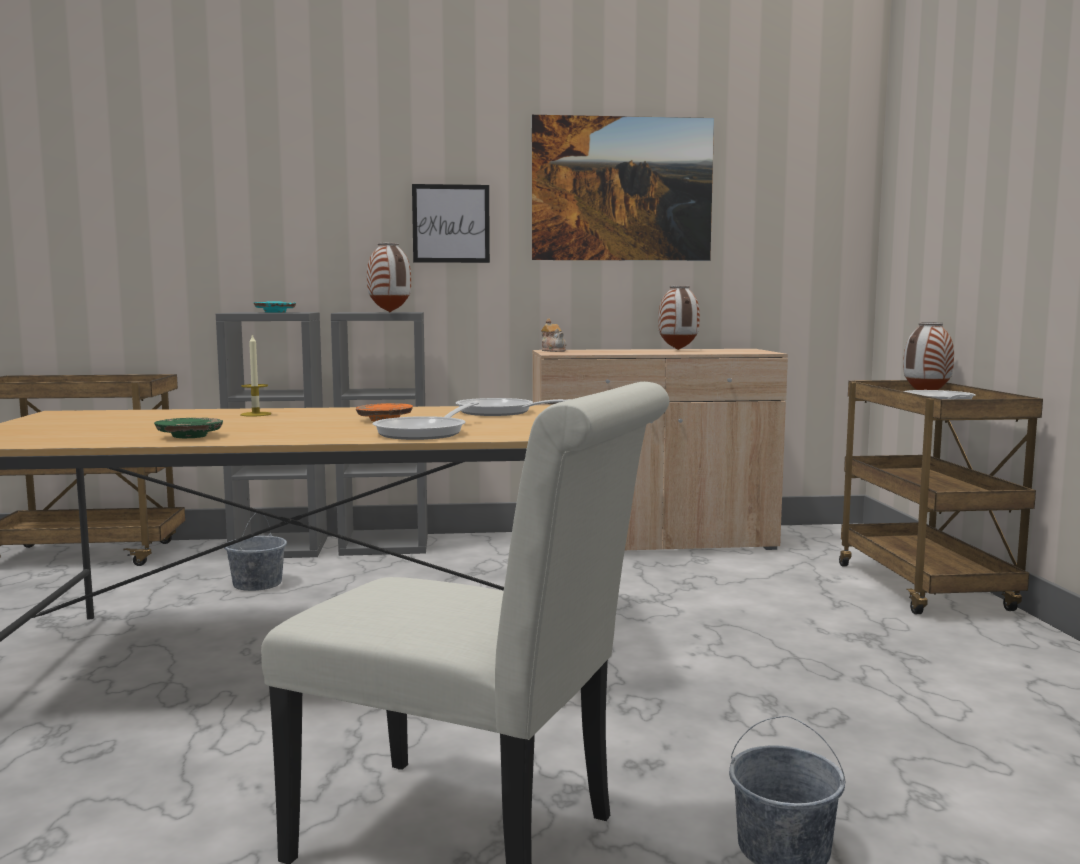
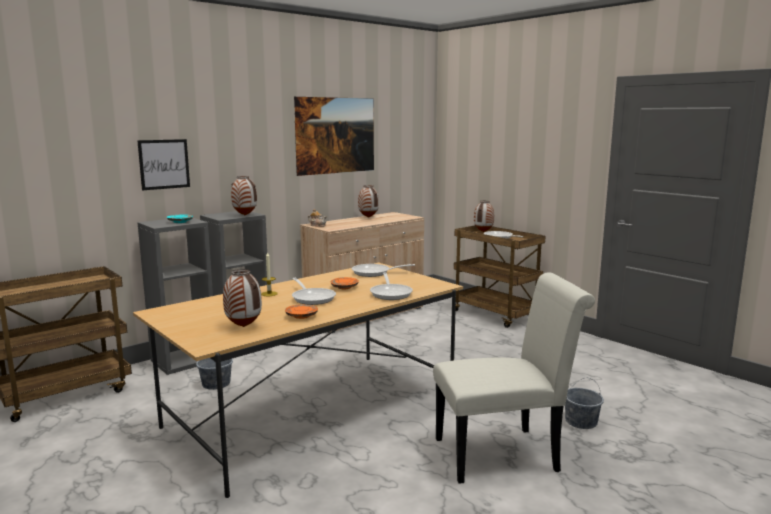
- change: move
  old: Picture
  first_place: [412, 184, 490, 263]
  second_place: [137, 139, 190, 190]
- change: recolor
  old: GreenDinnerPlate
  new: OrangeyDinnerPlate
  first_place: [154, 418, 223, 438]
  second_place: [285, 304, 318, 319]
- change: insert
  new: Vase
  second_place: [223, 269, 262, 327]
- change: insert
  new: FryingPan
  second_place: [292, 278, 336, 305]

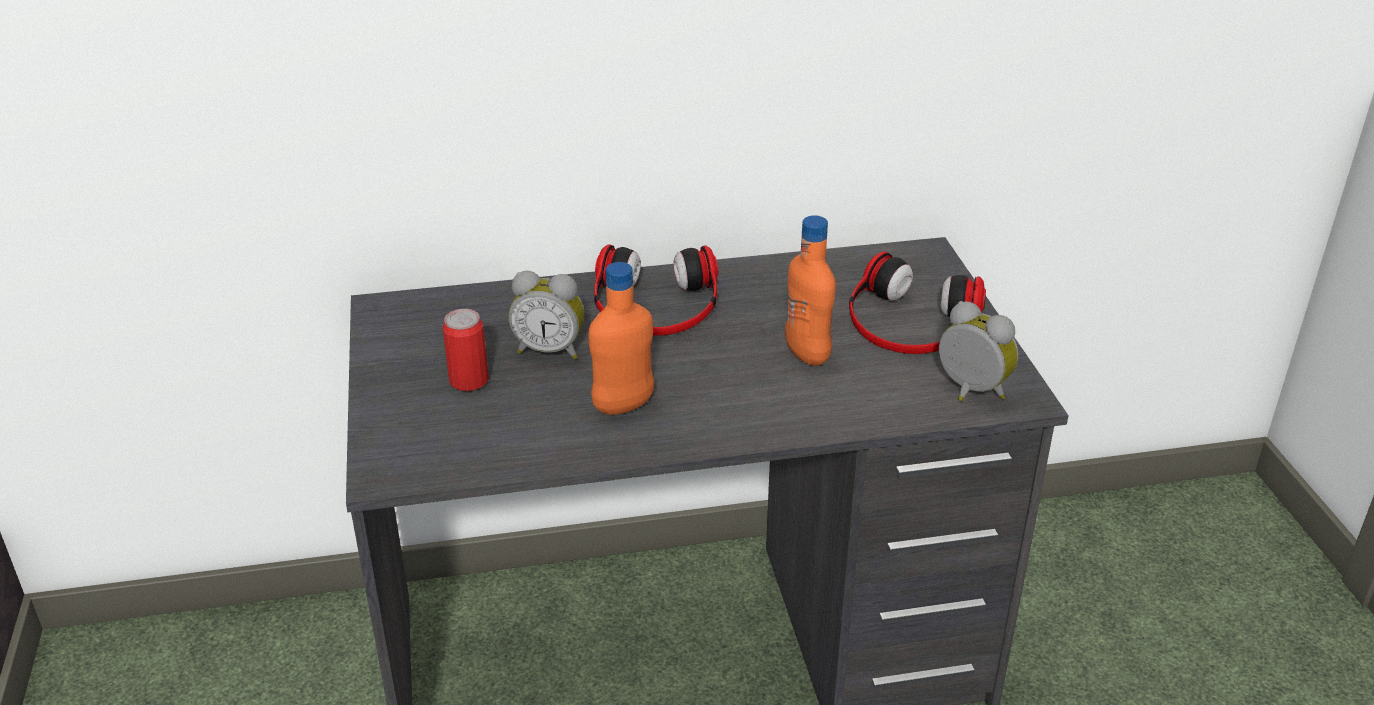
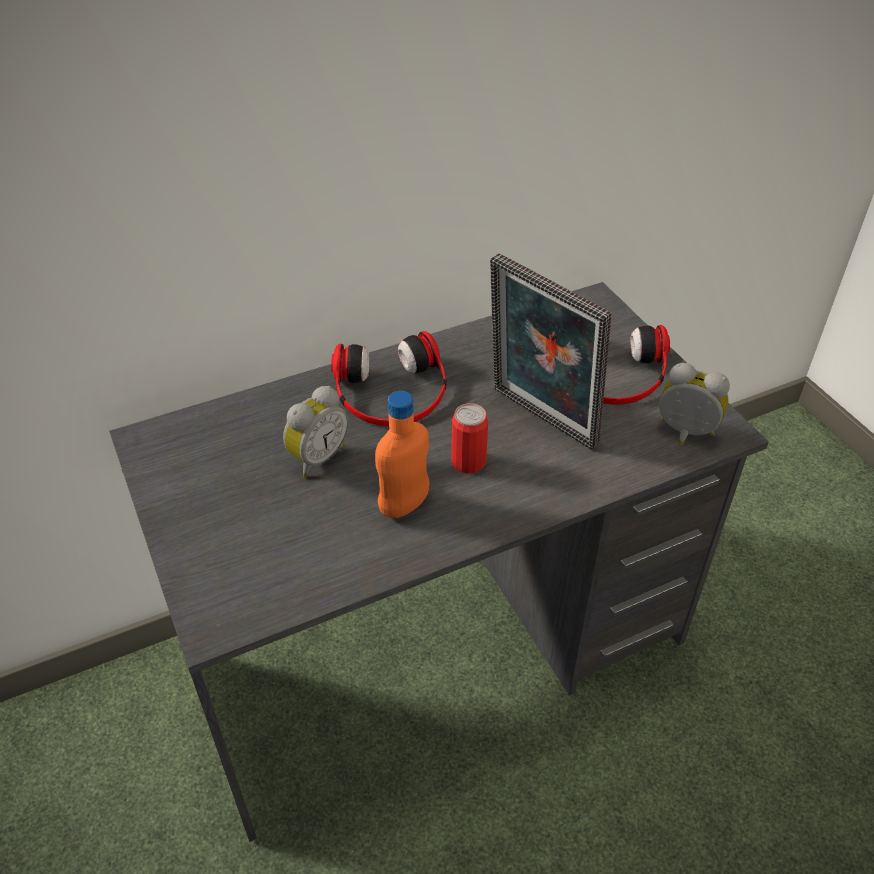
- change: replace
  old: OrangeyDrinkBottle
  new: StandingFrame
  first_place: [785, 215, 836, 366]
  second_place: [490, 253, 611, 450]
- change: rotate
  old: TableClock
  first_place: [508, 271, 584, 359]
  second_place: [283, 386, 348, 477]
  degrees: -45
- change: move
  old: Can
  first_place: [443, 309, 489, 391]
  second_place: [451, 403, 488, 474]

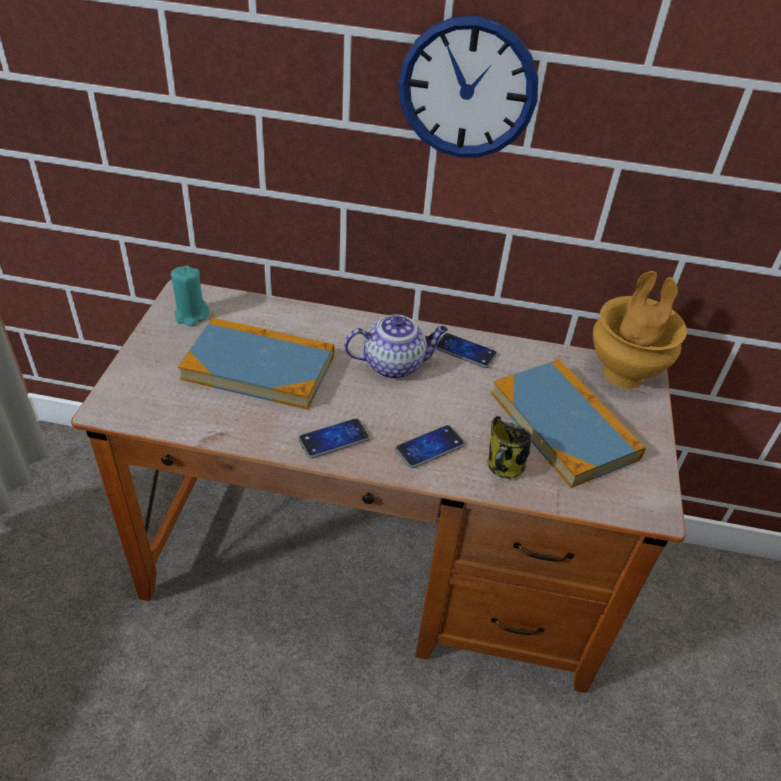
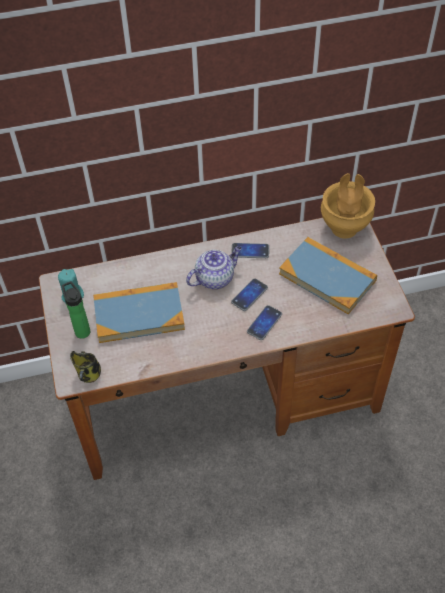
- change: delete
  old: HangingClock
  first_place: [398, 16, 538, 157]
- change: move
  old: CoffeeMug
  first_place: [488, 416, 532, 479]
  second_place: [70, 351, 101, 383]
- change: move
  old: Phone
  first_place: [298, 418, 370, 459]
  second_place: [231, 278, 268, 311]
- change: insert
  new: DrinkBottle
  second_place: [62, 281, 90, 339]

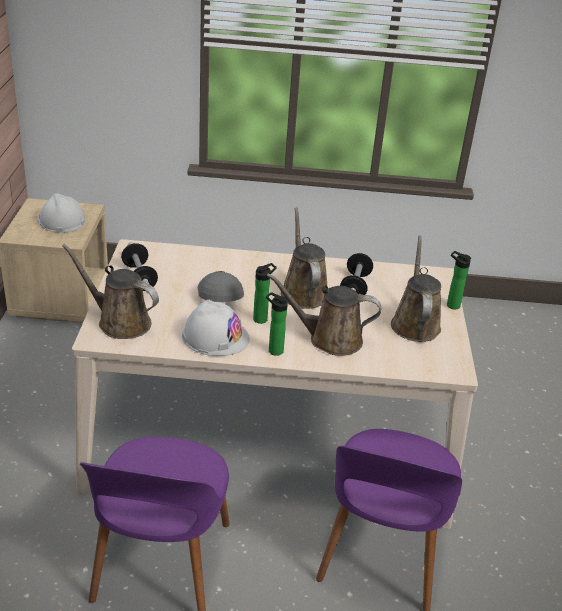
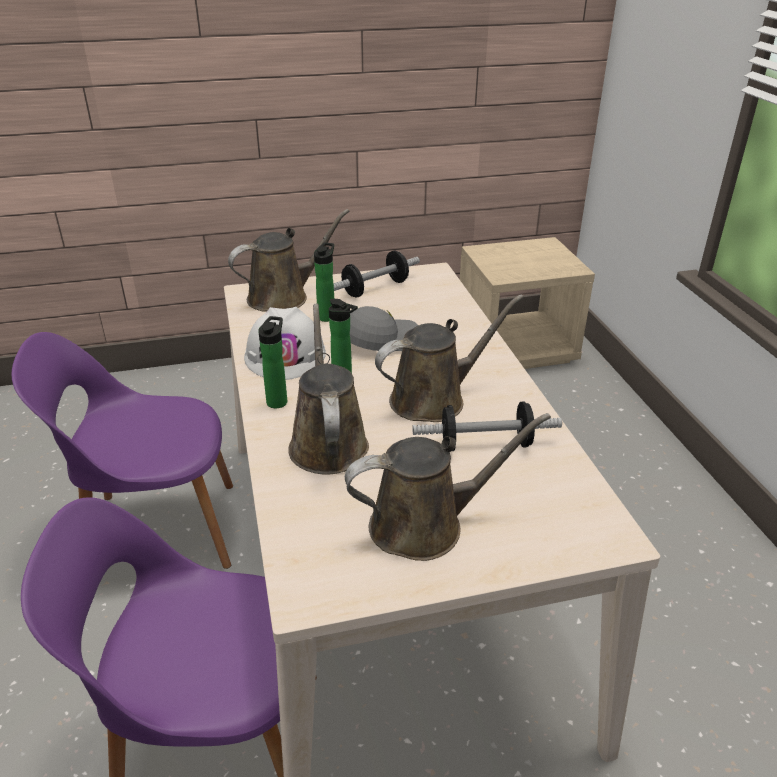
- change: delete
  old: WhiteSafetyHelmet
  first_place: [37, 193, 86, 233]
- change: rotate
  old: BrownColouredSprinklingCan
  first_place: [62, 244, 159, 339]
  second_place: [228, 209, 349, 312]
  degrees: 45
- change: move
  old: DrinkBottle
  first_place: [447, 251, 471, 309]
  second_place: [314, 242, 334, 322]

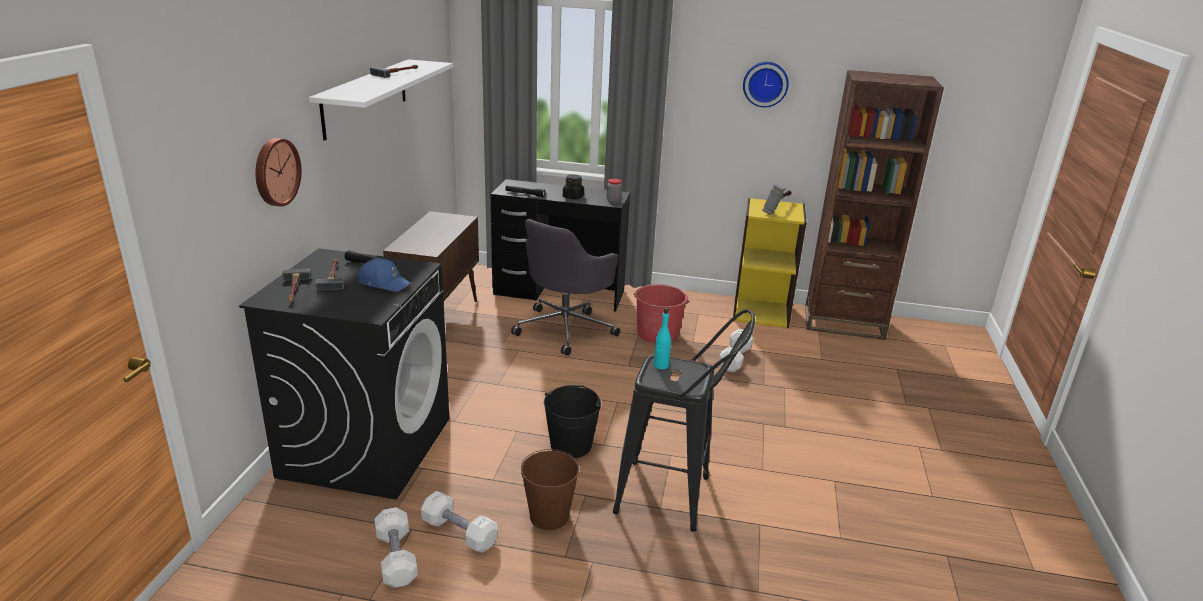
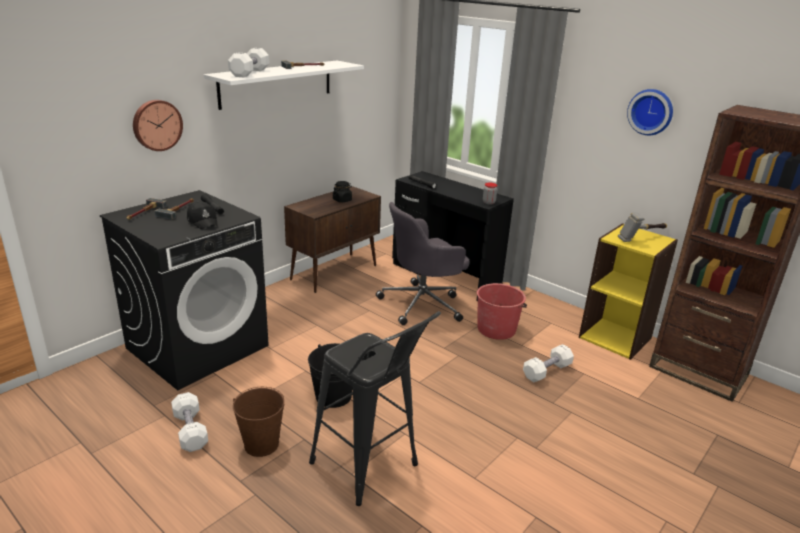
- change: move
  old: BlackColouredStorageJar
  first_place: [563, 175, 584, 200]
  second_place: [333, 181, 352, 203]
- change: recolor
  old: BluishPeakedCap
  new: BlackColouredPeakedCap
  first_place: [358, 258, 411, 292]
  second_place: [187, 201, 218, 229]
- change: delete
  old: BlueGreenDrinkBottle
  first_place: [654, 308, 671, 369]
- change: move
  old: WhiteFreeWeight
  first_place: [374, 507, 418, 588]
  second_place: [228, 48, 269, 77]

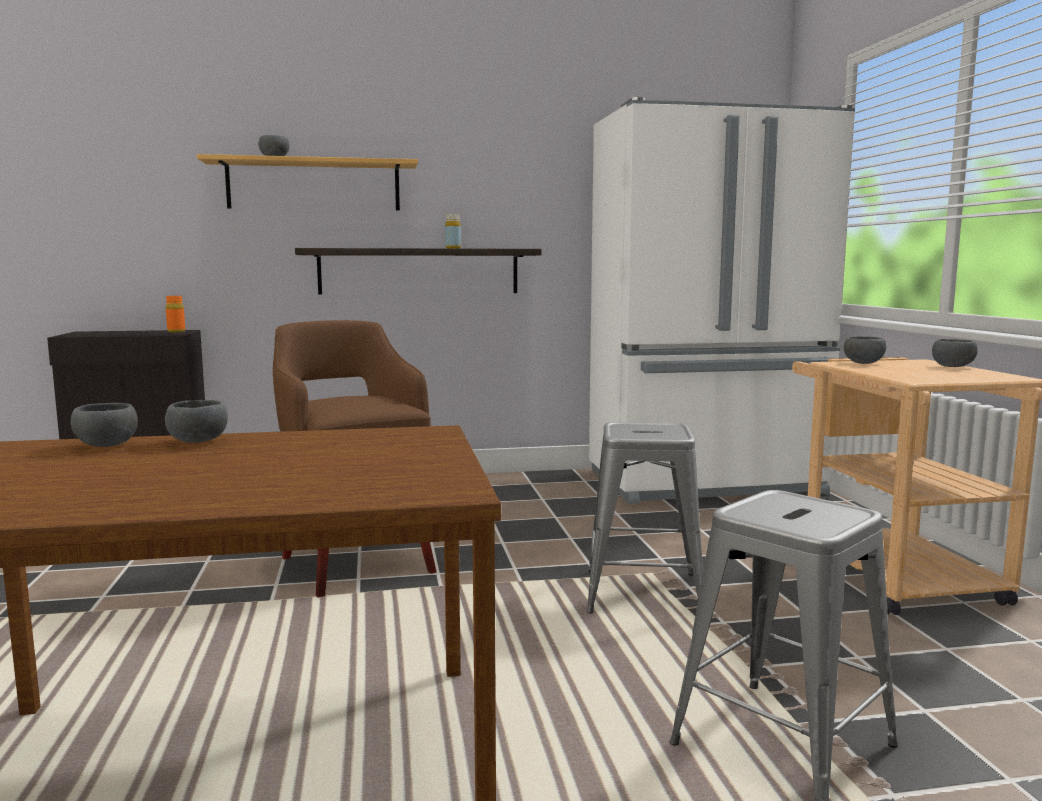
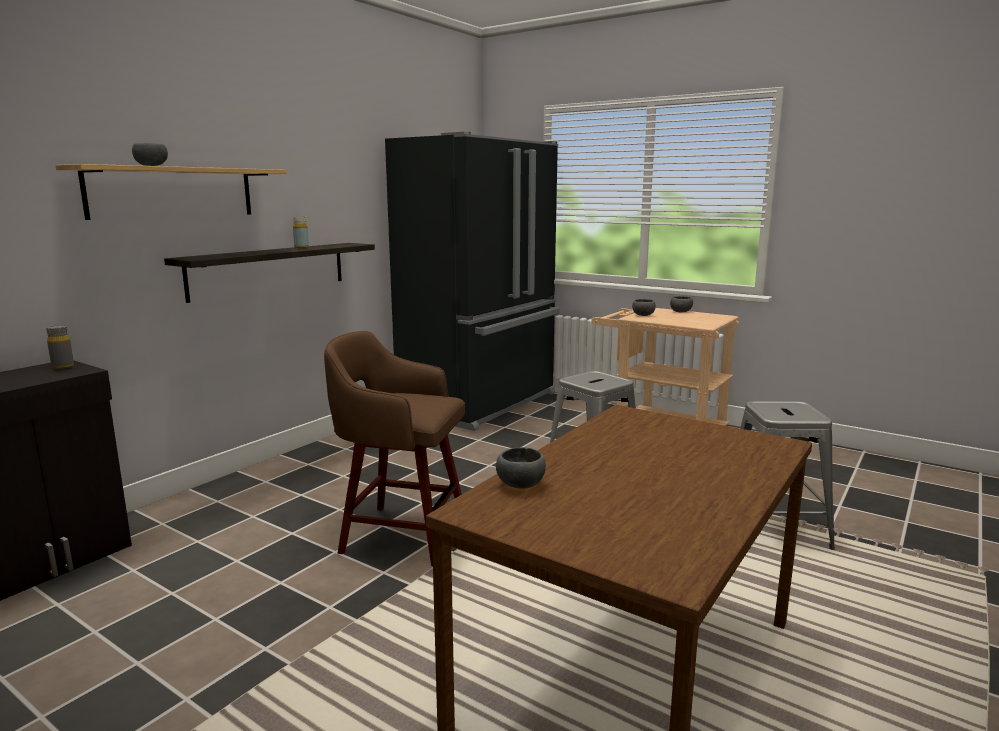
- change: recolor
  old: WhiteKitchenFridge
  new: BlackColouredKitchenFridge
  first_place: [589, 97, 855, 504]
  second_place: [385, 132, 560, 431]
- change: recolor
  old: OrangeyDrinkBottle
  new: GreyDrinkBottle
  first_place: [166, 296, 185, 333]
  second_place: [46, 325, 74, 369]
- change: delete
  old: GreyDeepDish
  first_place: [165, 400, 228, 443]

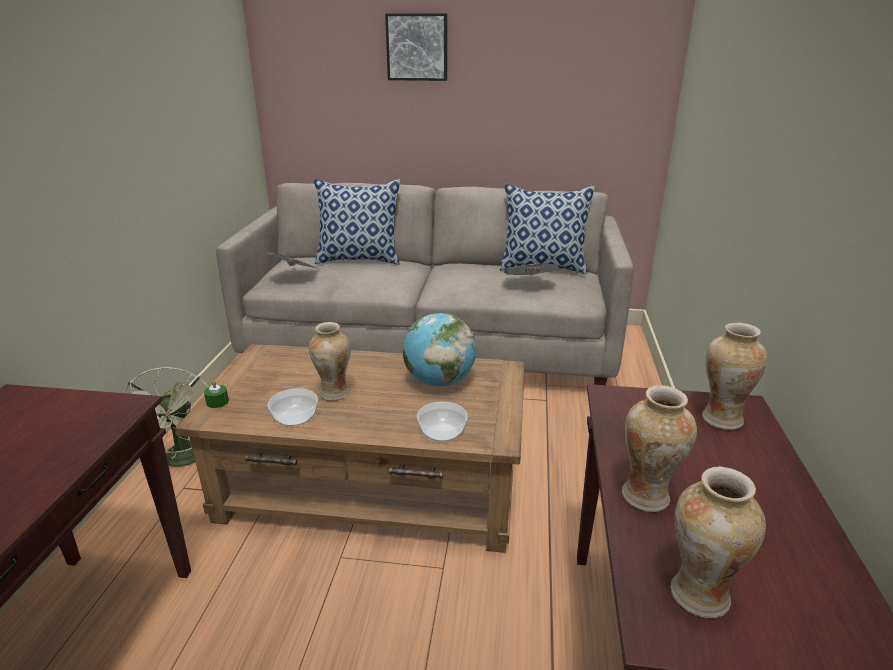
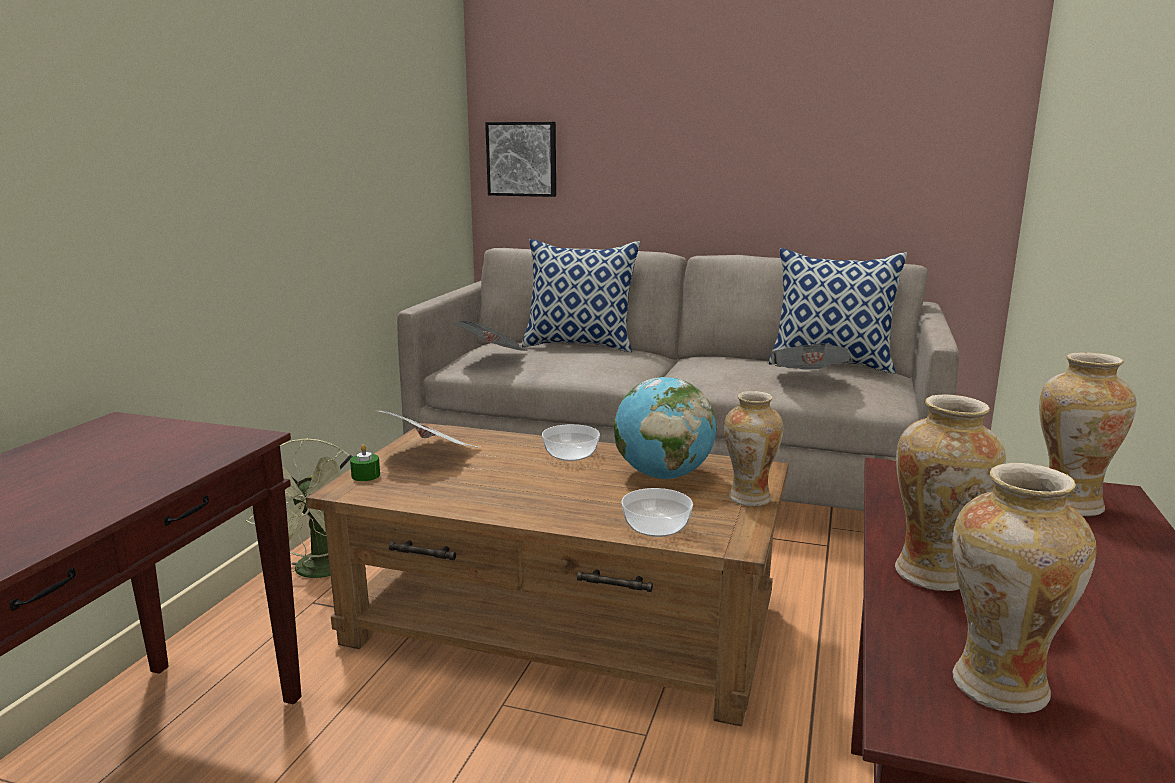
- change: move
  old: Picture
  first_place: [385, 13, 447, 81]
  second_place: [485, 122, 556, 197]
- change: move
  old: Vase
  first_place: [309, 322, 351, 401]
  second_place: [724, 391, 784, 506]
- change: move
  old: DeepDish
  first_place: [268, 388, 318, 426]
  second_place: [542, 424, 600, 461]
- change: insert
  new: DailyPaper
  second_place: [379, 411, 478, 447]

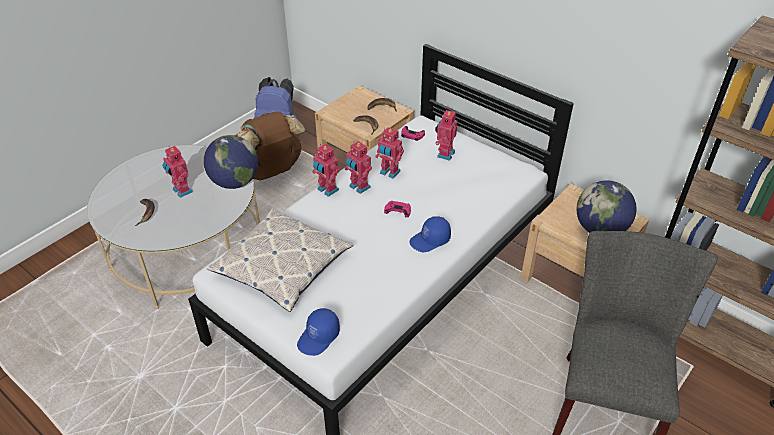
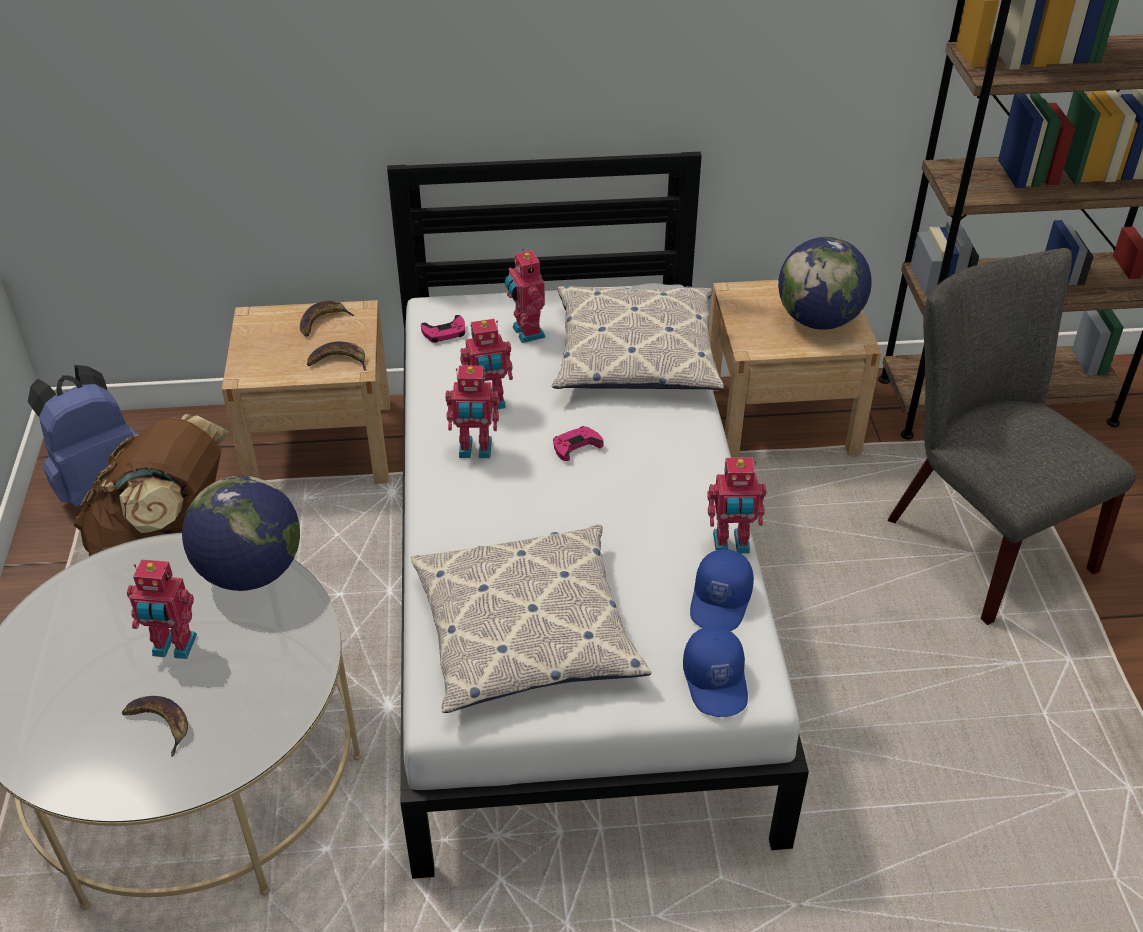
- change: move
  old: ToyRobot
  first_place: [312, 144, 340, 197]
  second_place: [707, 457, 767, 554]
- change: move
  old: BluishPeakedCap
  first_place: [409, 216, 451, 252]
  second_place: [690, 549, 754, 631]
- change: insert
  new: ThrowPillow
  second_place: [552, 285, 724, 390]

